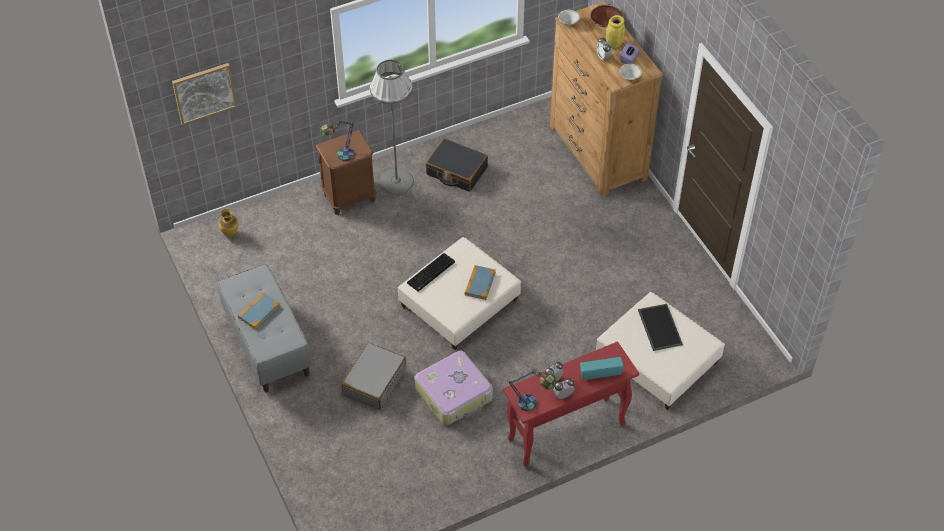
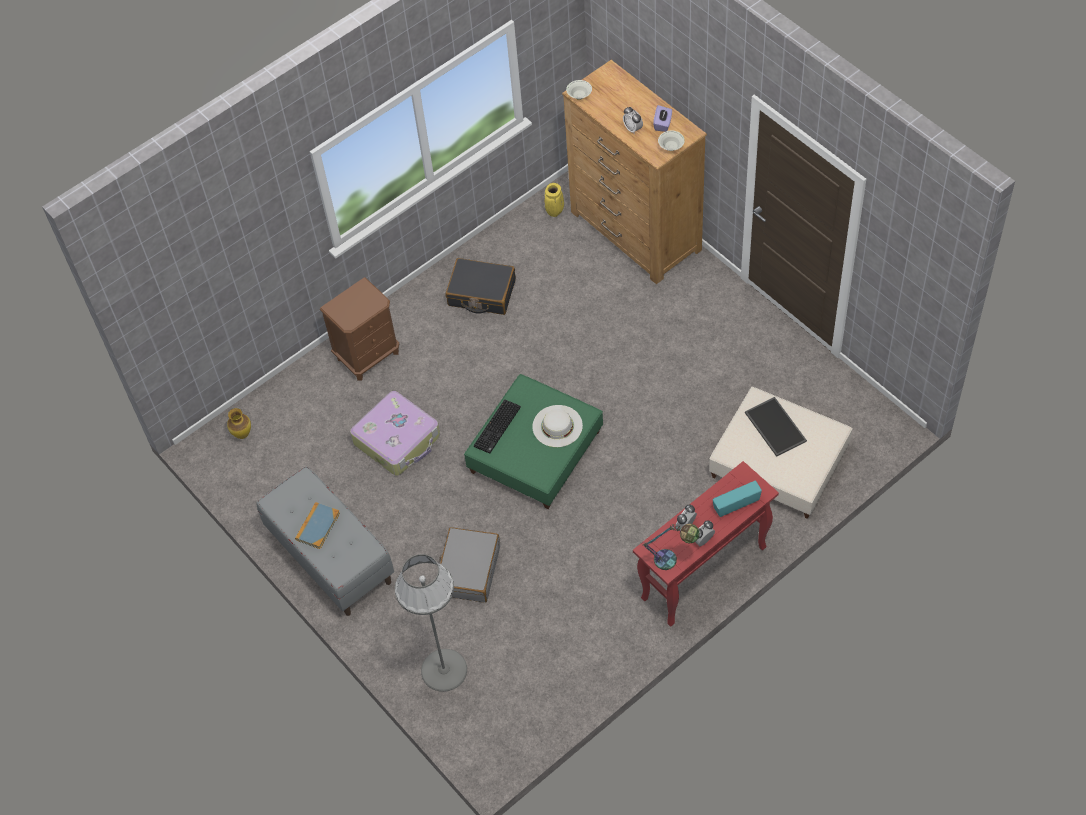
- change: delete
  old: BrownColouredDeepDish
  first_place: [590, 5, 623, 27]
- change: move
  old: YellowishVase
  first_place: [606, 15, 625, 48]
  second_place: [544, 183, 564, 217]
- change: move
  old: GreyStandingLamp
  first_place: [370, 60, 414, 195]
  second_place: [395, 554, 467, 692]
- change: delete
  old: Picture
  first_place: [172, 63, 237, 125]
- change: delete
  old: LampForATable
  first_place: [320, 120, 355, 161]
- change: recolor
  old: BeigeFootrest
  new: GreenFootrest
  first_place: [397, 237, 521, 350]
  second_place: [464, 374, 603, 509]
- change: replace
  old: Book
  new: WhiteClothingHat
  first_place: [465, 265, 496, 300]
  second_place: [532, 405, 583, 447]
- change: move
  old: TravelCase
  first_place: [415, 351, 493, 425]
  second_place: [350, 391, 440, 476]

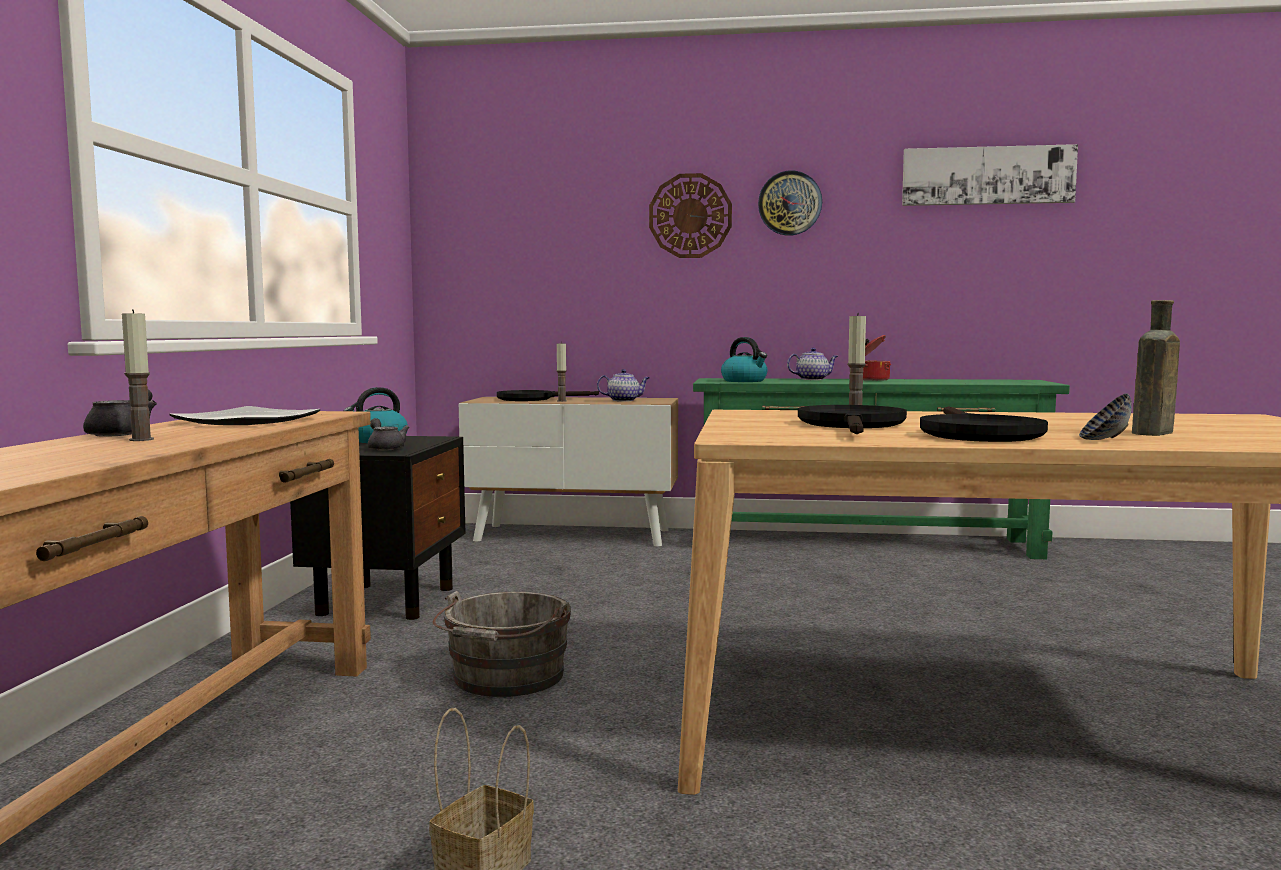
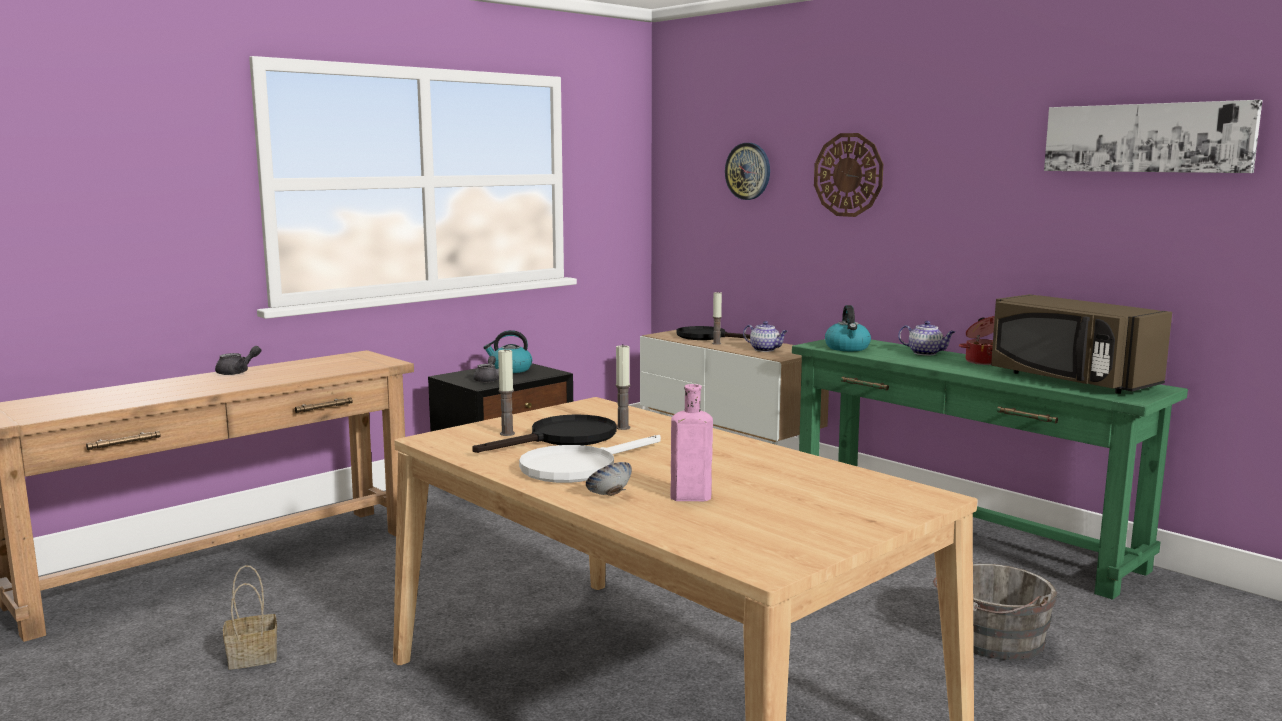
- change: move
  old: HangingClock
  first_place: [758, 170, 822, 236]
  second_place: [725, 143, 770, 200]
- change: recolor
  old: BrownColouredDrinkBottle
  new: PinkColouredDrinkBottle
  first_place: [1132, 300, 1180, 436]
  second_place: [670, 384, 713, 501]
- change: move
  old: WaxCandle
  first_place: [122, 310, 154, 441]
  second_place: [498, 348, 515, 436]
- change: delete
  old: DinnerPlate
  first_place: [169, 406, 320, 425]
- change: recolor
  old: BlackColouredFryingPan
  new: WhiteFryingPan
  first_place: [920, 407, 1048, 442]
  second_place: [519, 435, 661, 483]
- change: move
  old: GreyPail
  first_place: [433, 591, 571, 697]
  second_place: [933, 564, 1057, 660]
- change: insert
  new: BrownColouredMicrowave
  second_place: [991, 294, 1172, 394]

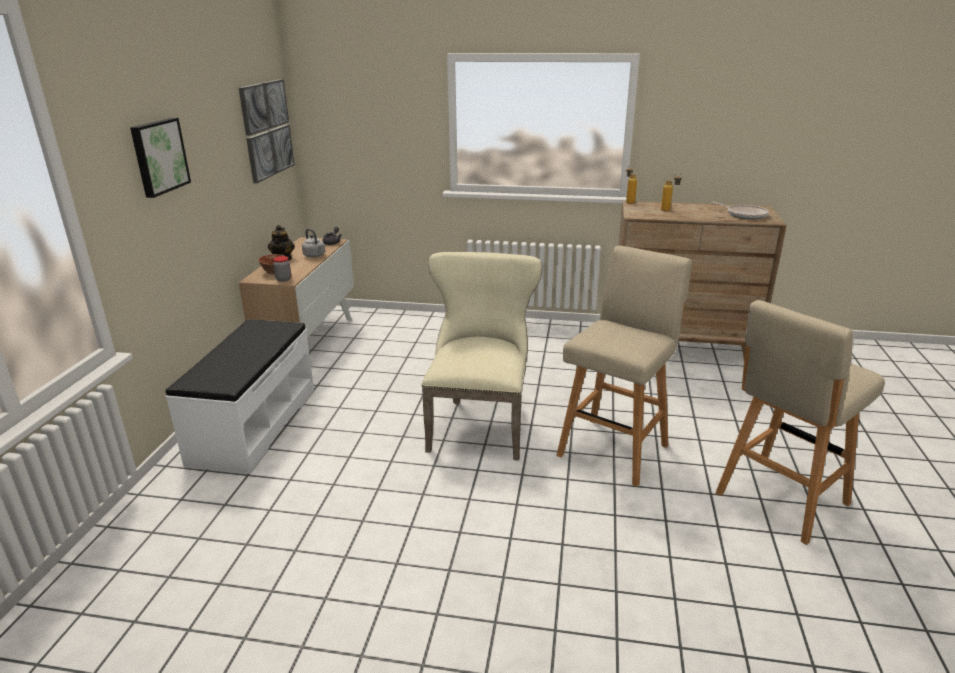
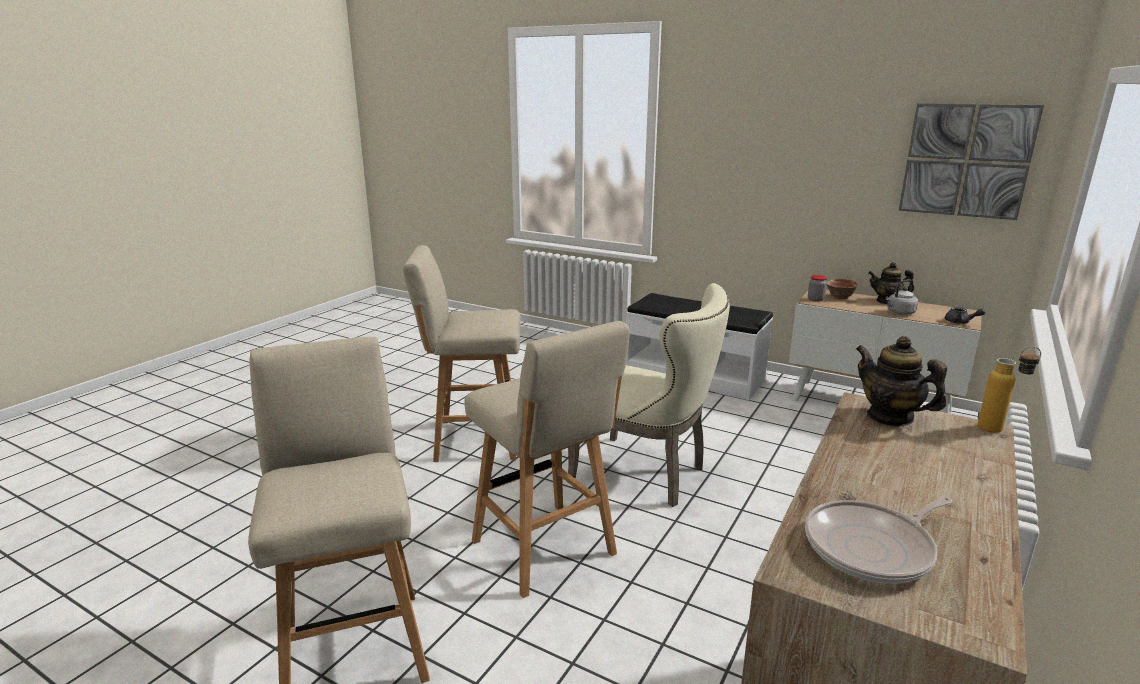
- change: delete
  old: Picture
  first_place: [130, 118, 191, 198]
- change: delete
  old: DrinkBottle
  first_place: [661, 173, 682, 211]
- change: insert
  new: BeigeSittingStool
  second_place: [403, 245, 521, 462]
- change: insert
  new: TeaPot
  second_place: [856, 336, 947, 426]

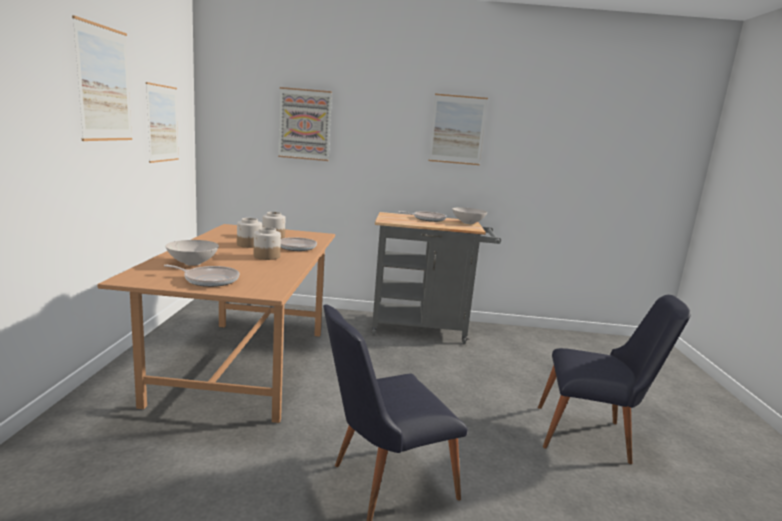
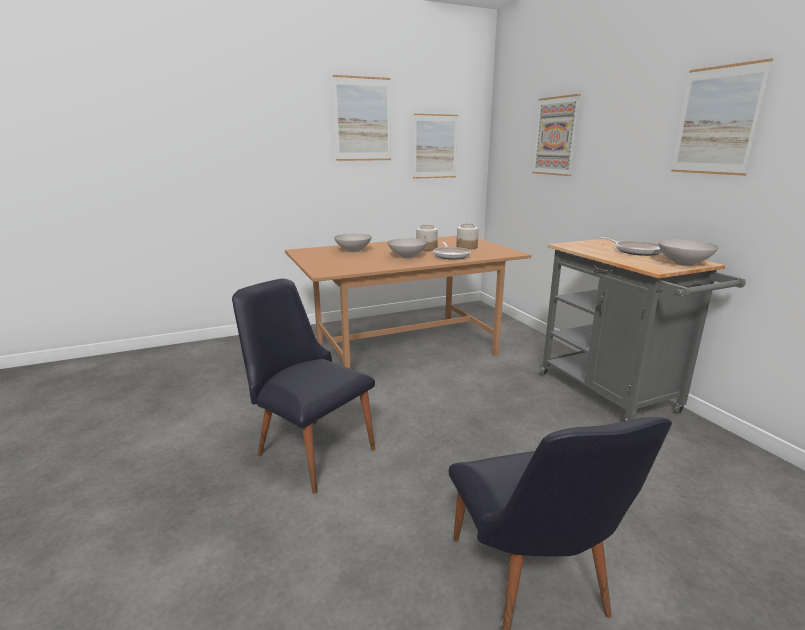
- change: replace
  old: StorageJar
  new: WhiteDeepDish
  first_place: [254, 227, 281, 260]
  second_place: [387, 238, 427, 258]
- change: delete
  old: FryingPan
  first_place: [164, 265, 240, 287]

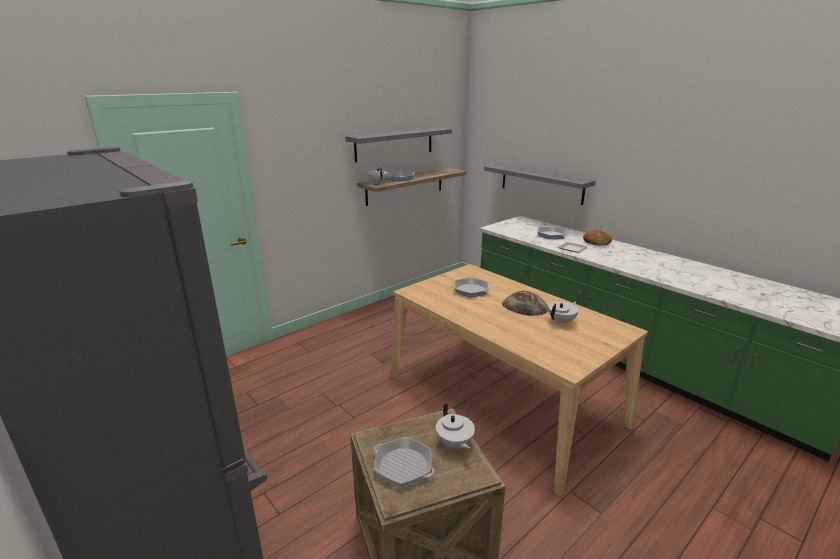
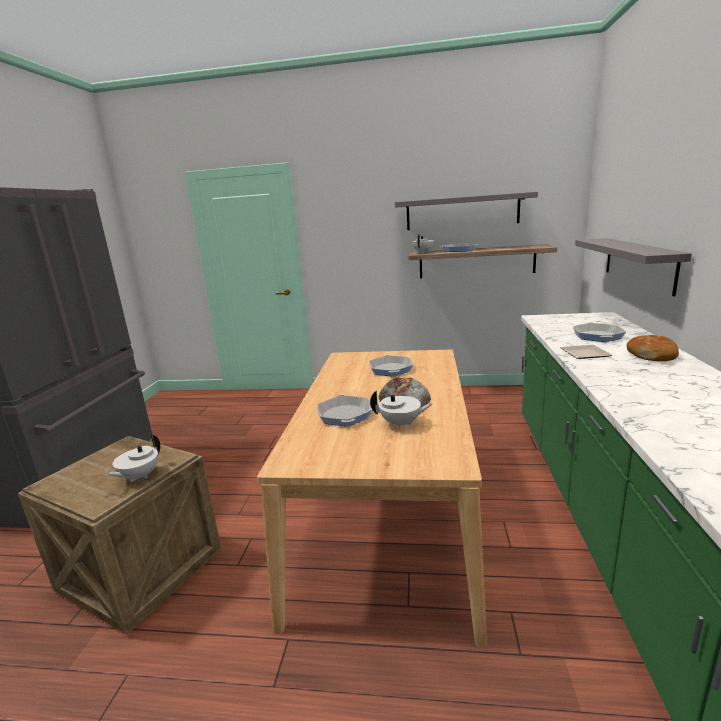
- change: move
  old: FryingPan
  first_place: [374, 437, 435, 488]
  second_place: [317, 394, 372, 426]

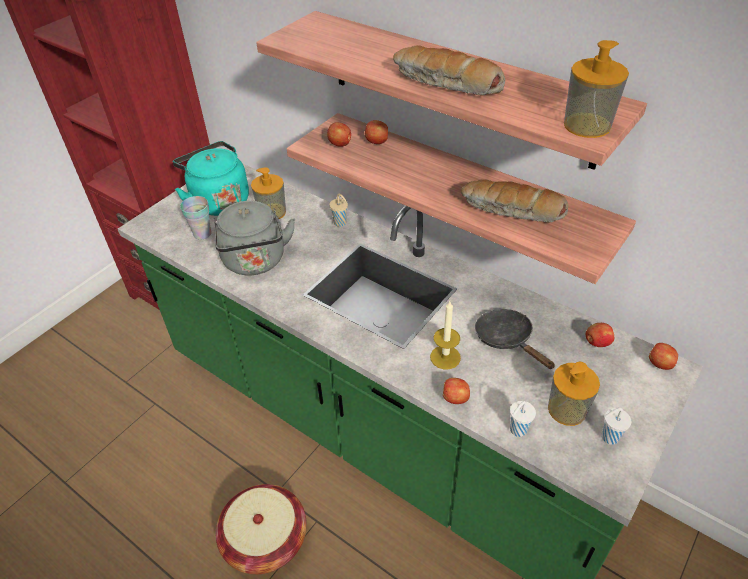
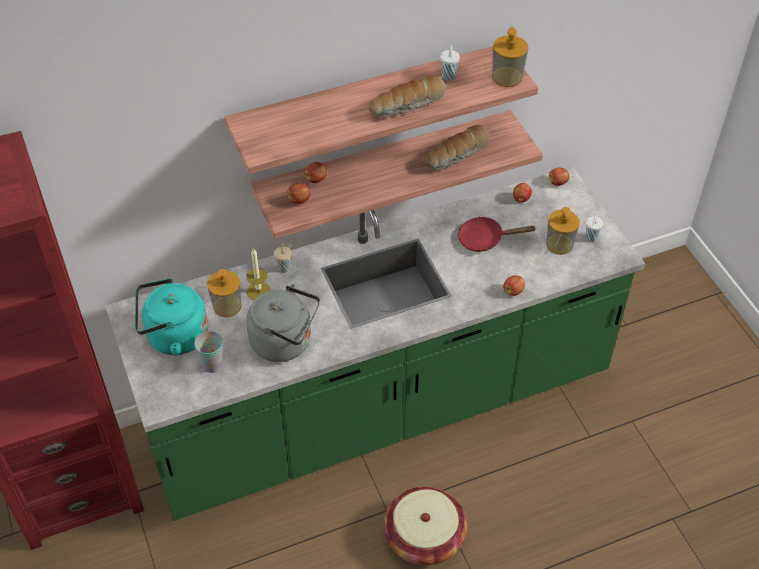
- change: move
  old: WaxCandle
  first_place: [430, 301, 461, 369]
  second_place: [246, 248, 271, 300]
- change: recolor
  old: BlackColouredFryingPan
  new: RedFryingPan
  first_place: [475, 309, 555, 369]
  second_place: [458, 217, 535, 252]
- change: move
  old: WhiteSmallCup
  first_place: [510, 401, 536, 437]
  second_place: [440, 46, 460, 81]

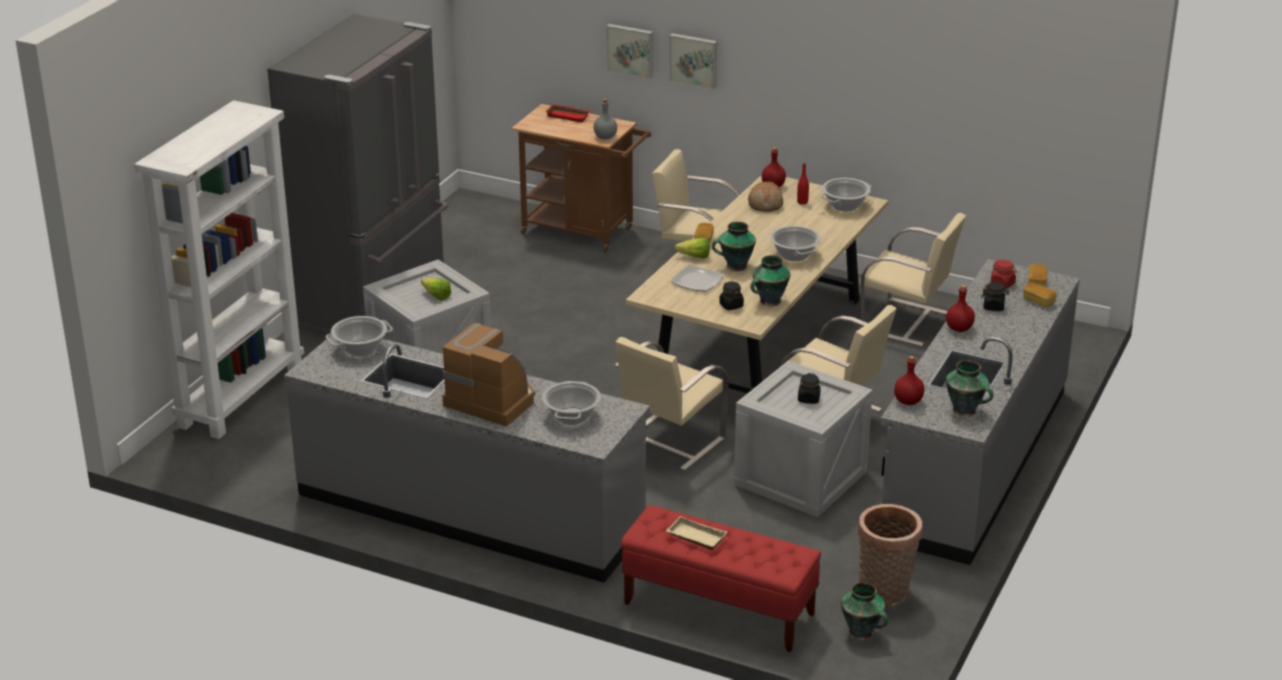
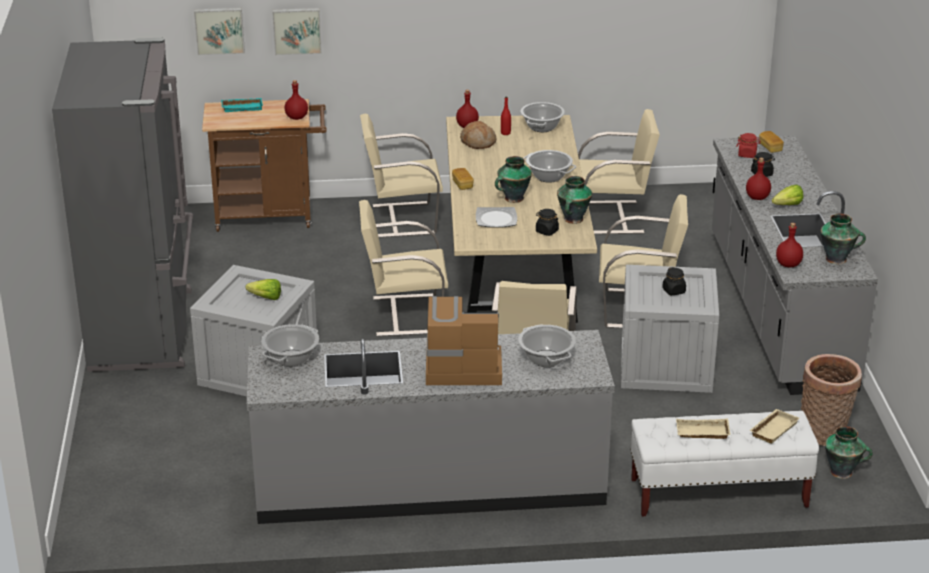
- change: move
  old: Picture
  first_place: [669, 33, 717, 89]
  second_place: [194, 8, 245, 55]
- change: recolor
  old: GreyDrinkBottle
  new: RedDrinkBottle
  first_place: [594, 99, 617, 139]
  second_place: [285, 80, 308, 120]
- change: delete
  old: WhiteBookshelf
  first_place: [134, 100, 304, 439]
- change: recolor
  old: RedTray
  new: BlueGreenTray
  first_place: [545, 104, 591, 123]
  second_place: [221, 98, 263, 112]
- change: move
  old: LettuceHead
  first_place: [675, 238, 710, 258]
  second_place: [772, 185, 803, 205]
- change: delete
  old: BakeryBread
  first_place: [1023, 282, 1057, 307]
- change: recolor
  old: RedIndoorBench
  new: WhiteIndoorBench
  first_place: [621, 505, 821, 652]
  second_place: [630, 411, 819, 517]
- change: insert
  new: BeigeChair
  second_place: [359, 200, 448, 337]
- change: insert
  new: BeigeTray
  second_place: [749, 409, 799, 444]

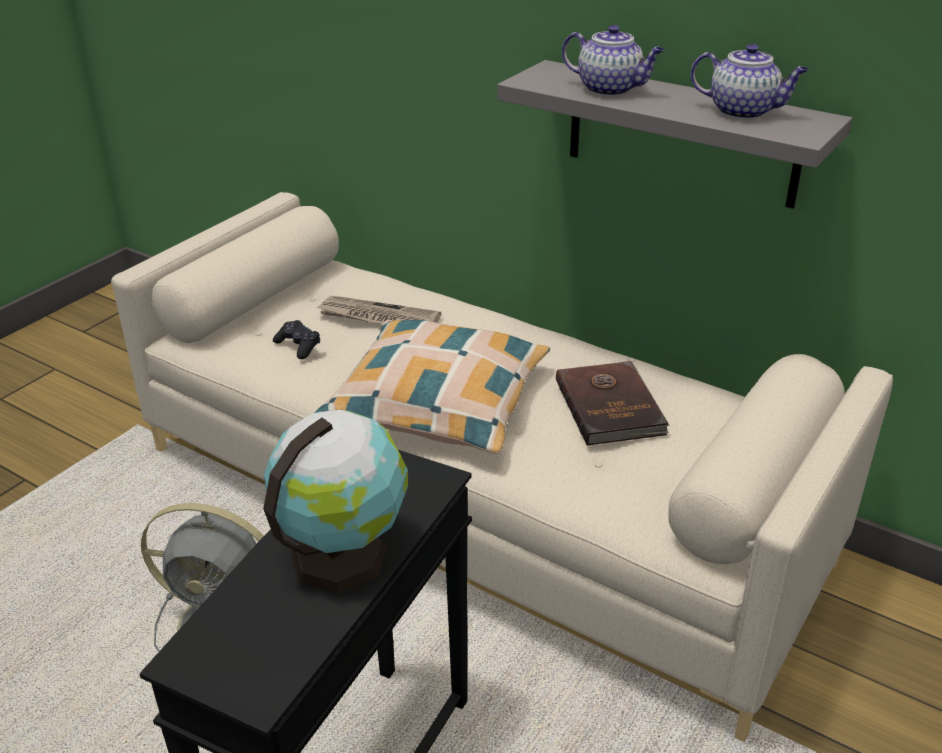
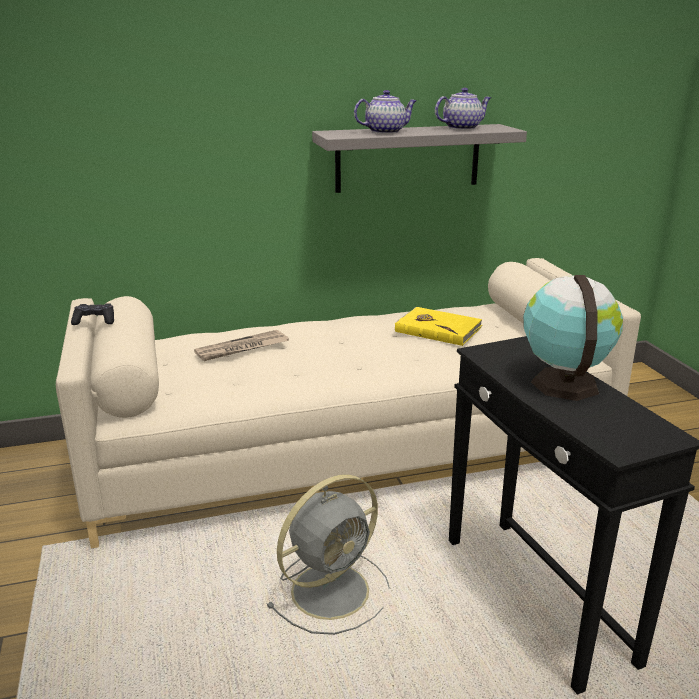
- change: move
  old: BlackColouredJoypad
  first_place: [273, 320, 320, 359]
  second_place: [71, 303, 114, 325]
- change: delete
  old: ThrowPillow
  first_place: [315, 320, 550, 454]
- change: recolor
  old: BrownColouredBook
  new: YellowishBook
  first_place: [556, 361, 670, 446]
  second_place: [395, 307, 483, 346]

